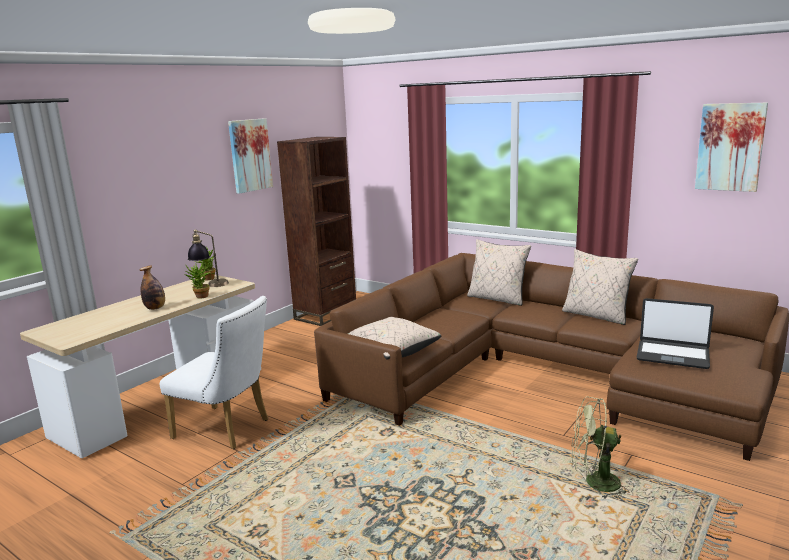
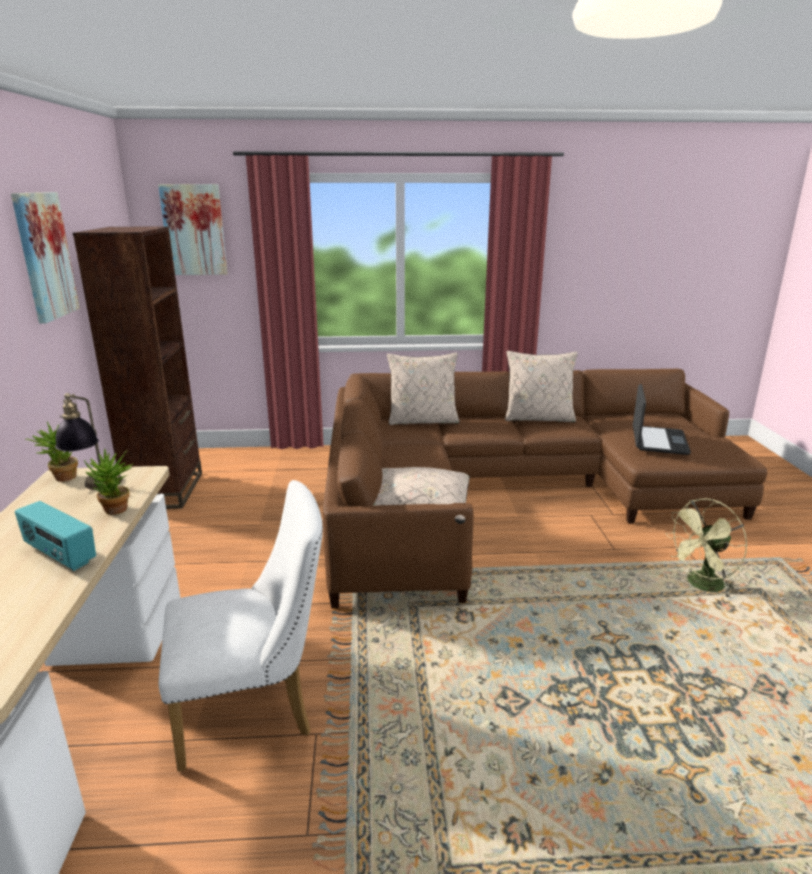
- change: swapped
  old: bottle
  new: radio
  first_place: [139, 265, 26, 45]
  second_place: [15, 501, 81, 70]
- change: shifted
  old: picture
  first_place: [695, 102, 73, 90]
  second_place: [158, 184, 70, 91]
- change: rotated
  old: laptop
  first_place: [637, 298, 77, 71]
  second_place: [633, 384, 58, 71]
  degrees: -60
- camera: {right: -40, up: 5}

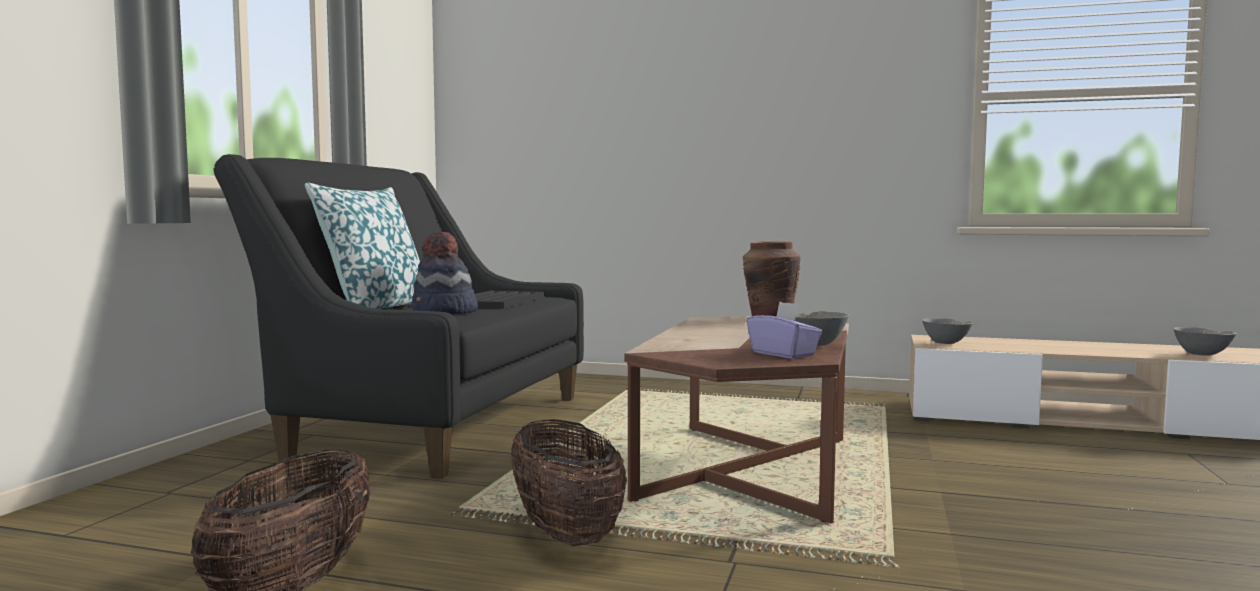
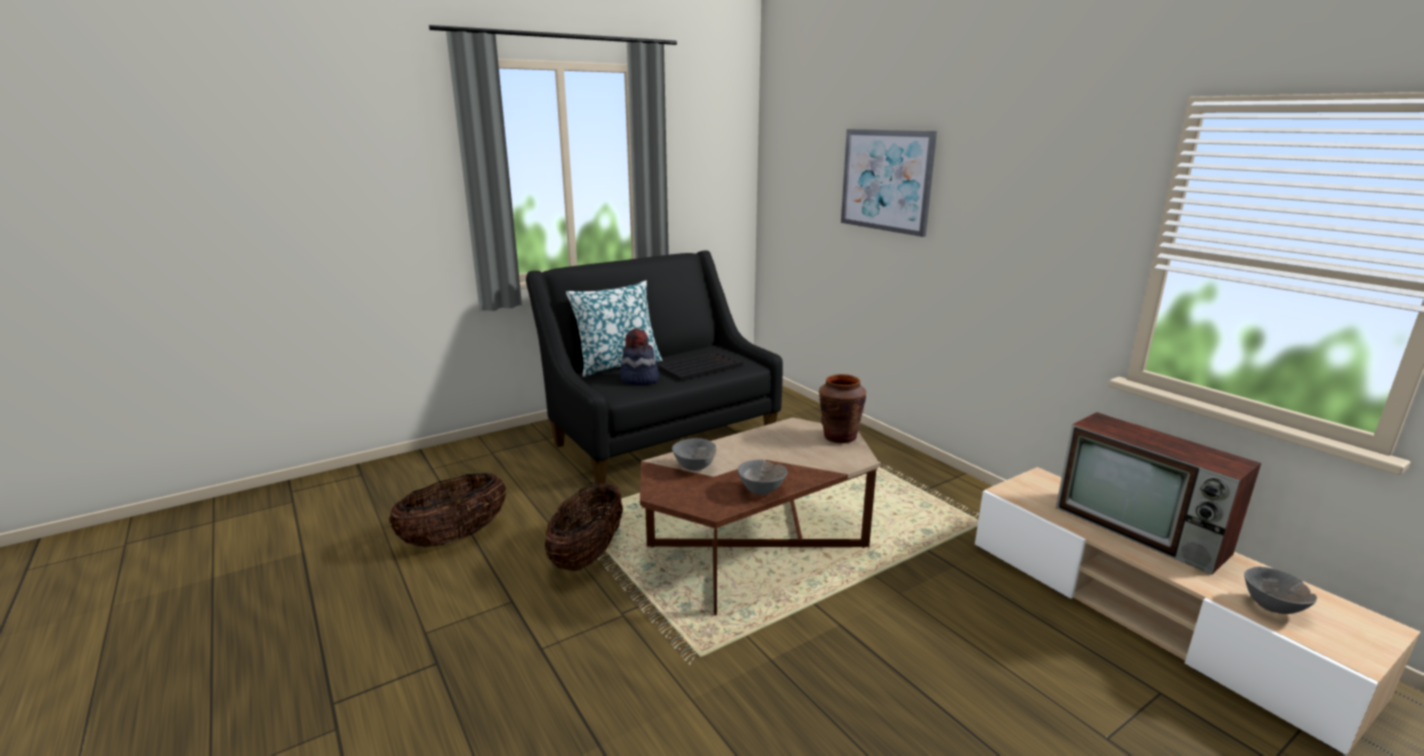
- change: shifted
  old: grey bowl
  first_place: [922, 318, 51, 26]
  second_place: [672, 438, 44, 33]
- change: new
  new: picture
  second_place: [841, 129, 96, 108]
- change: new
  new: television
  second_place: [1056, 412, 205, 163]
- change: gone
  old: purple tissue box
  first_place: [747, 302, 75, 57]
- camera: {right: 40, up: 15}

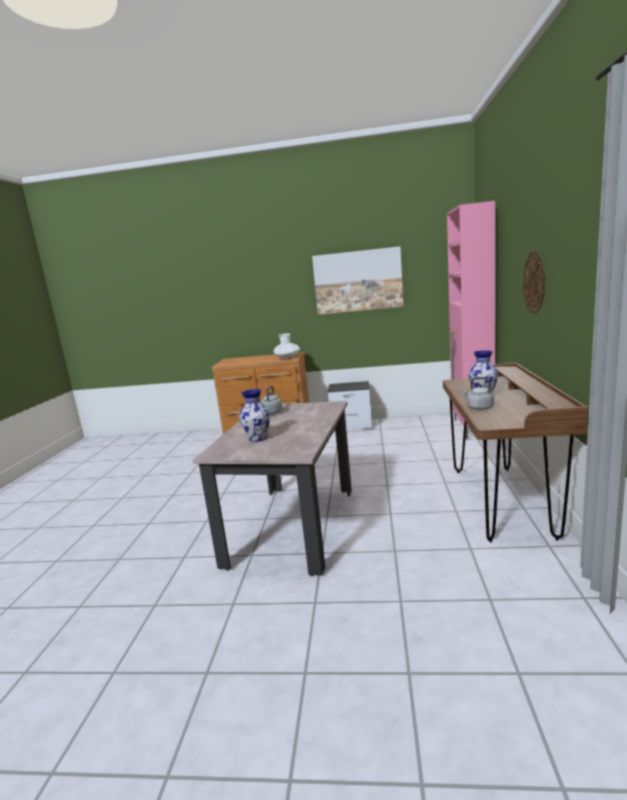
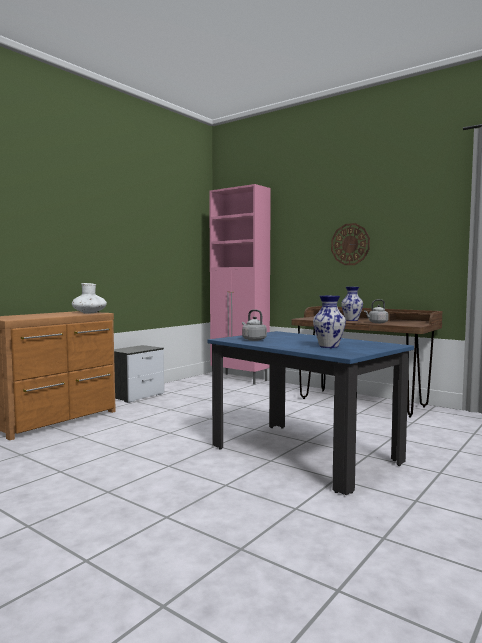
- change: repainted
  old: beige dining table
  new: blue dining table
  first_place: [193, 401, 159, 175]
  second_place: [207, 331, 207, 164]
- change: gone
  old: picture
  first_place: [312, 246, 92, 69]
- camera: {right: -60, up: -10}

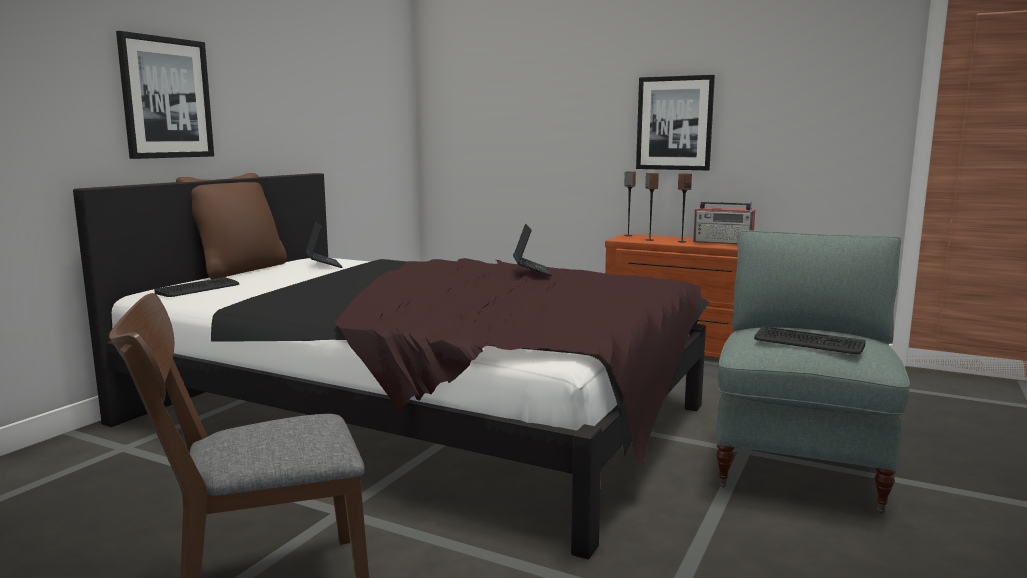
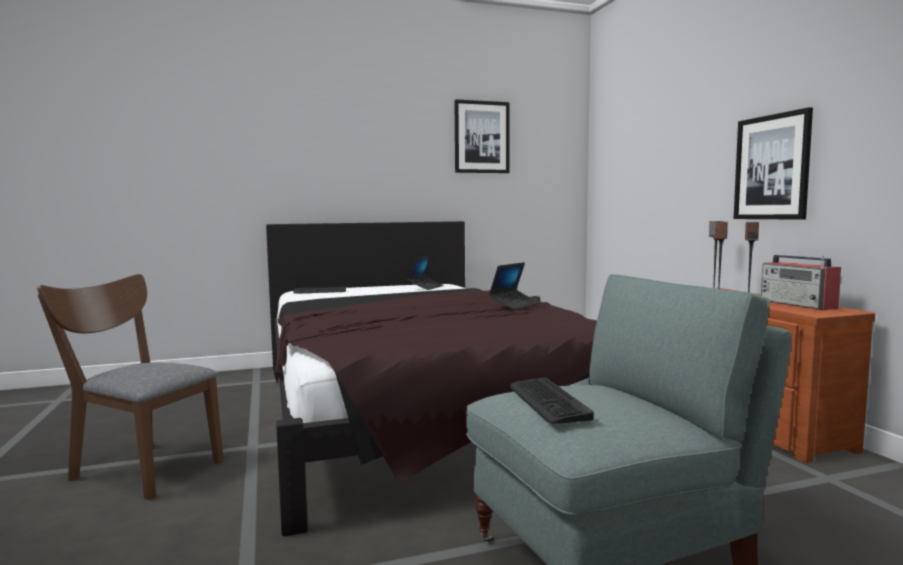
- change: shifted
  old: picture
  first_place: [116, 31, 98, 128]
  second_place: [454, 99, 56, 74]
- change: gone
  old: brown pillow
  first_place: [176, 173, 111, 106]
- camera: {right: 45, up: -5}

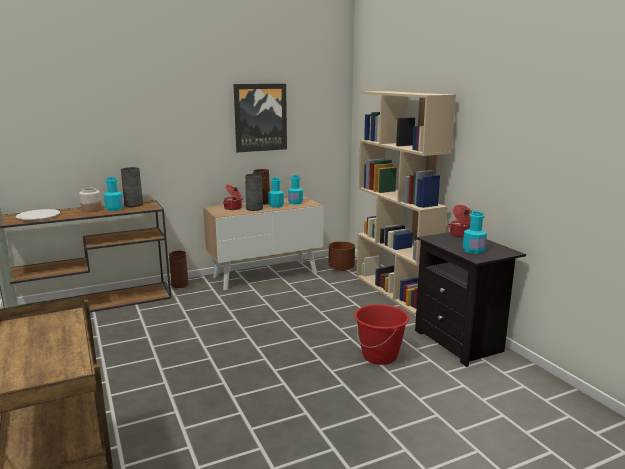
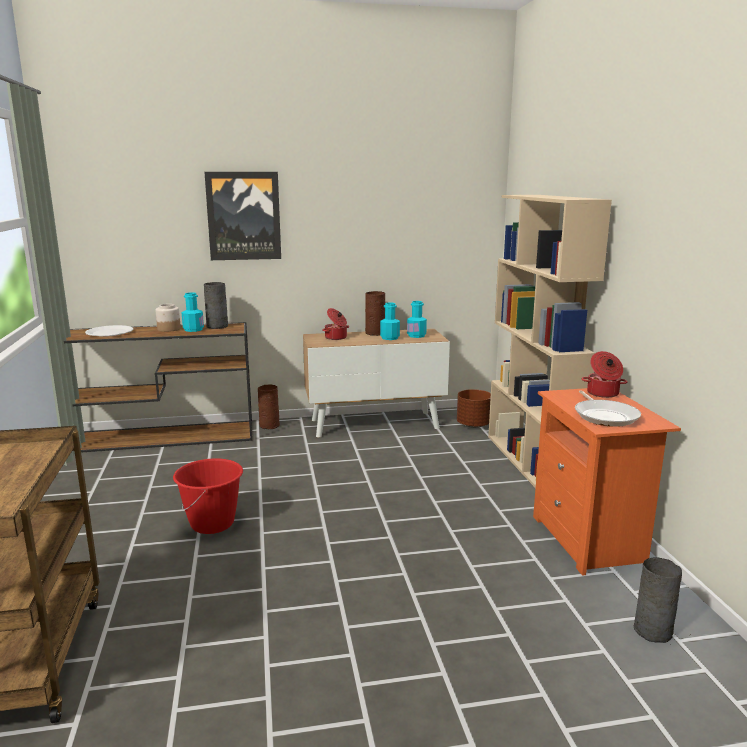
- change: shifted
  old: red bucket
  first_place: [354, 304, 55, 61]
  second_place: [173, 458, 70, 76]
- change: shifted
  old: picture
  first_place: [234, 84, 53, 68]
  second_place: [204, 172, 77, 88]
- change: repainted
  old: black nightstand
  new: orange nightstand
  first_place: [415, 232, 111, 135]
  second_place: [533, 388, 148, 188]
- change: swapped
  old: turquoise bottle
  new: frying pan
  first_place: [463, 211, 24, 43]
  second_place: [575, 390, 66, 37]
- change: shifted
  old: grey vase
  first_place: [245, 174, 18, 37]
  second_place: [634, 557, 48, 86]
- camera: {right: 15, up: 0}

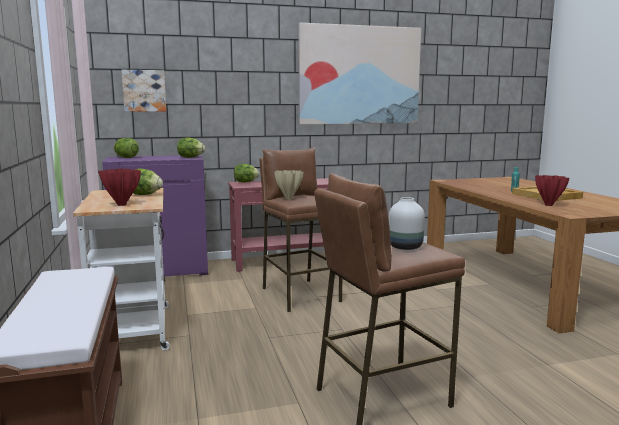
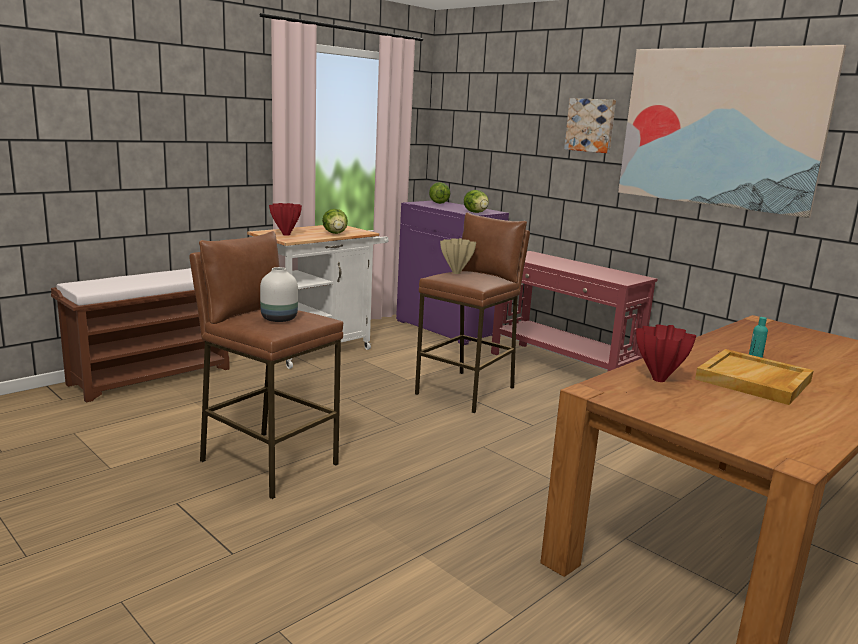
- change: shifted
  old: picture
  first_place: [121, 70, 45, 42]
  second_place: [564, 98, 52, 55]
- change: gone
  old: lettuce
  first_place: [234, 164, 26, 18]
- camera: {right: 60, up: 5}

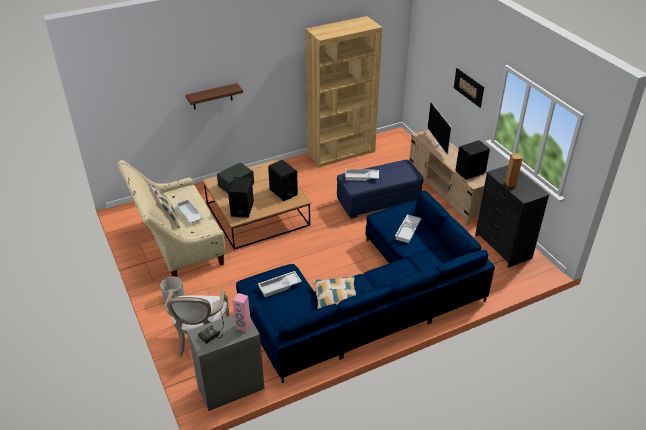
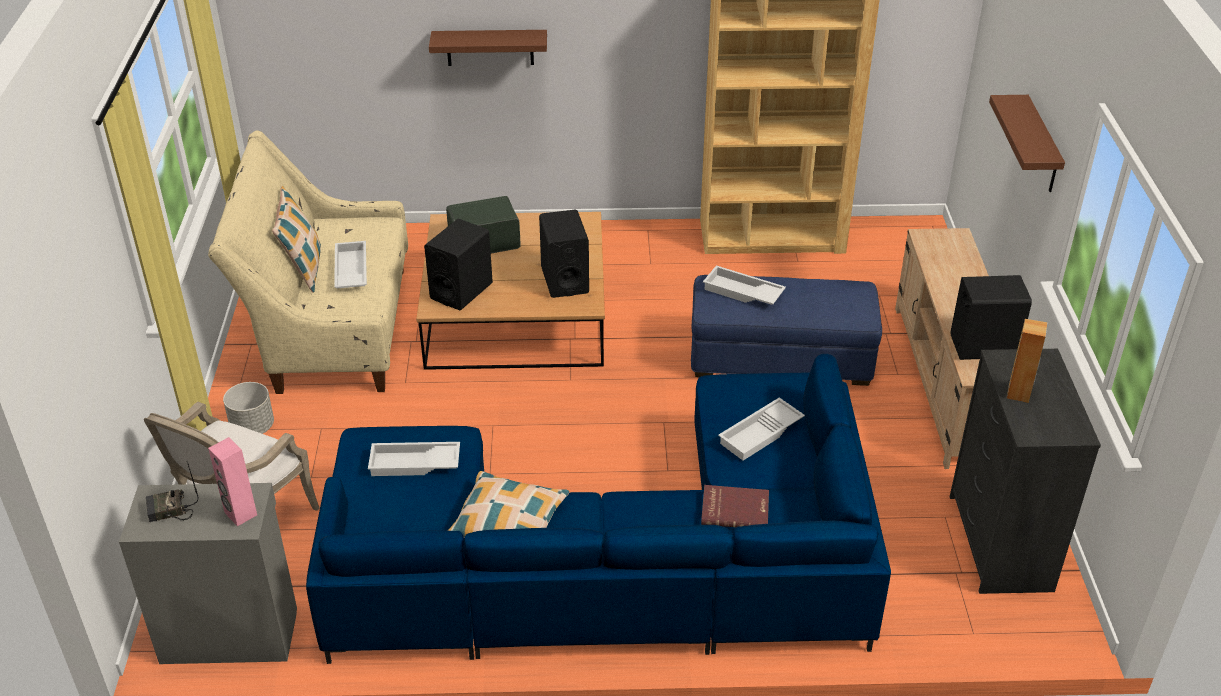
- change: new
  new: red book
  second_place: [701, 485, 68, 42]
- change: swapped
  old: picture
  new: brown shelf
  first_place: [454, 68, 30, 40]
  second_place: [989, 95, 76, 97]
- change: gone
  old: television
  first_place: [427, 101, 25, 54]
- camera: {right: 25, up: 0}

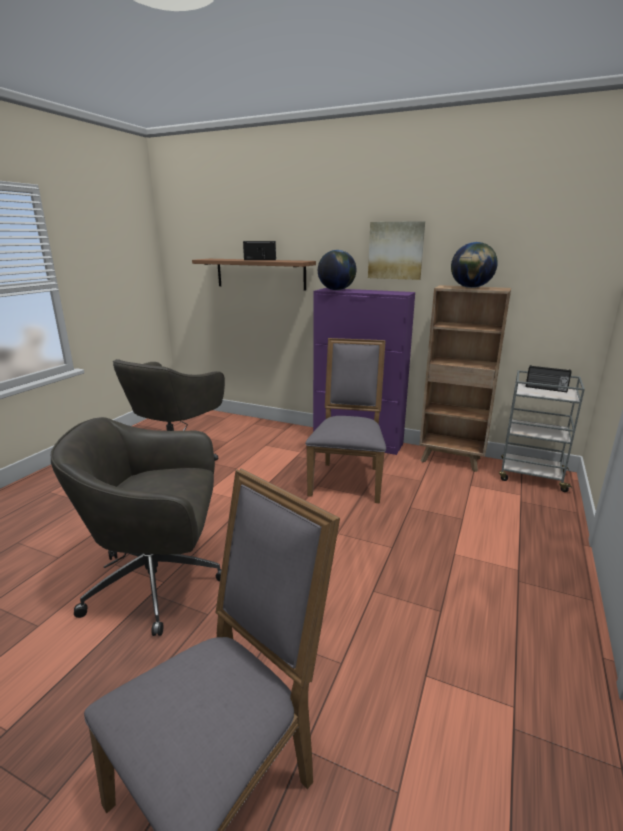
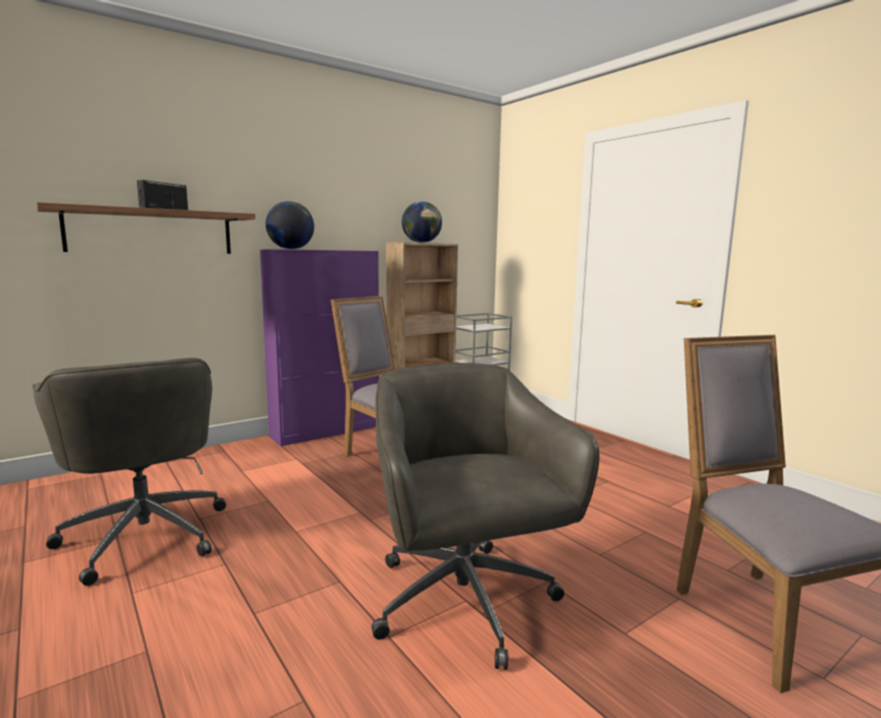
- change: rotated
  old: grey office chair
  first_place: [51, 417, 171, 219]
  second_place: [372, 363, 227, 307]
  degrees: 135
- change: gone
  old: picture
  first_place: [368, 221, 57, 59]
- change: gone
  old: radio
  first_place: [525, 365, 47, 27]
- camera: {right: -60, up: -10}

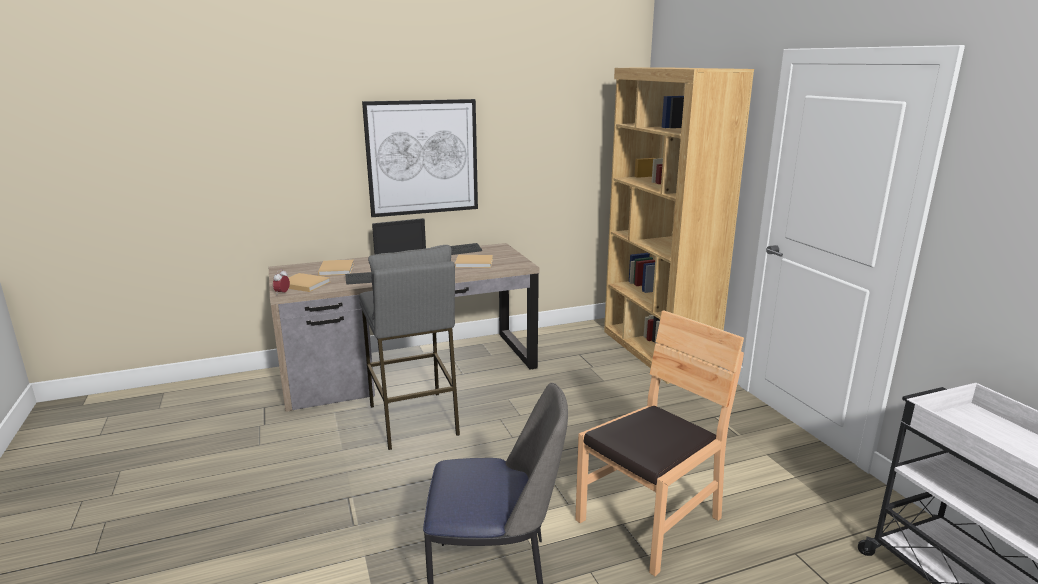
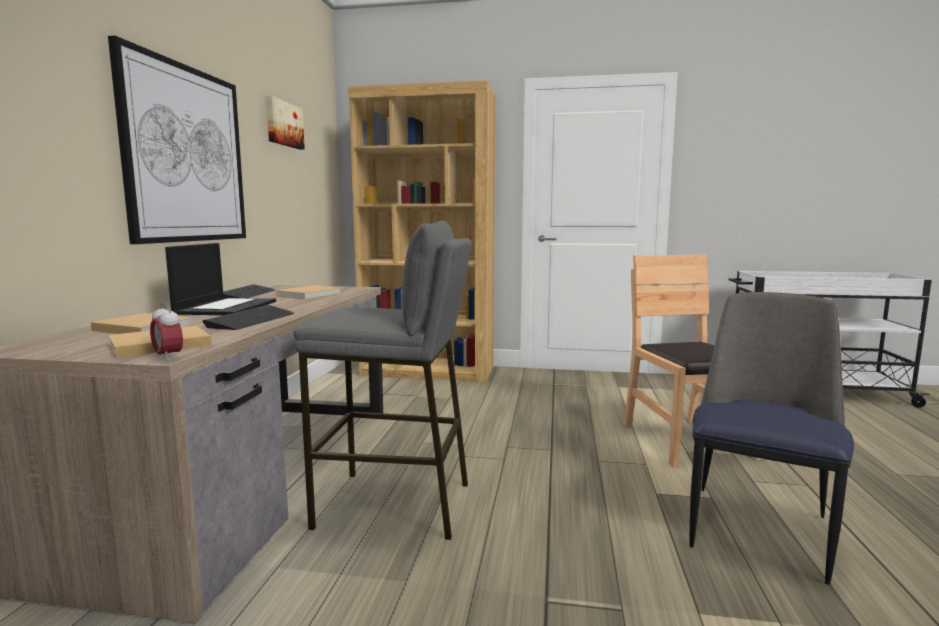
- change: new
  new: picture
  second_place: [266, 96, 39, 54]
- camera: {right: -60, up: -10}

